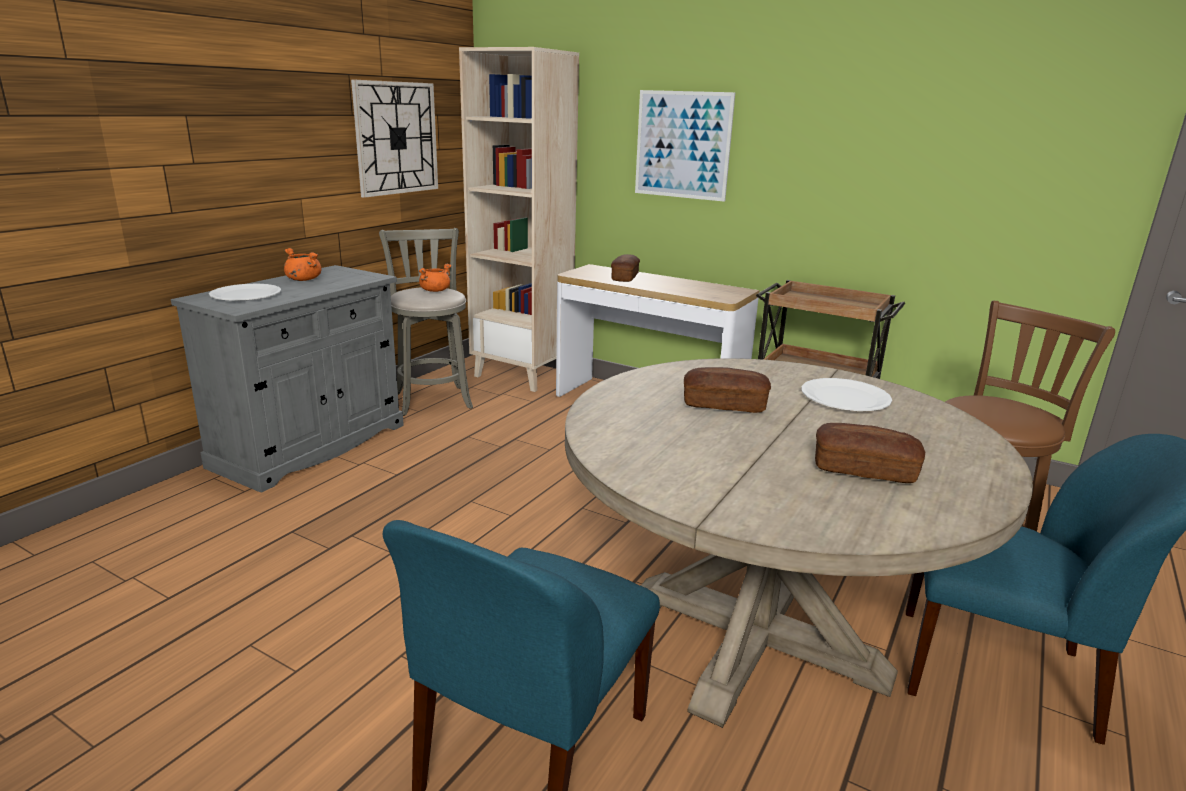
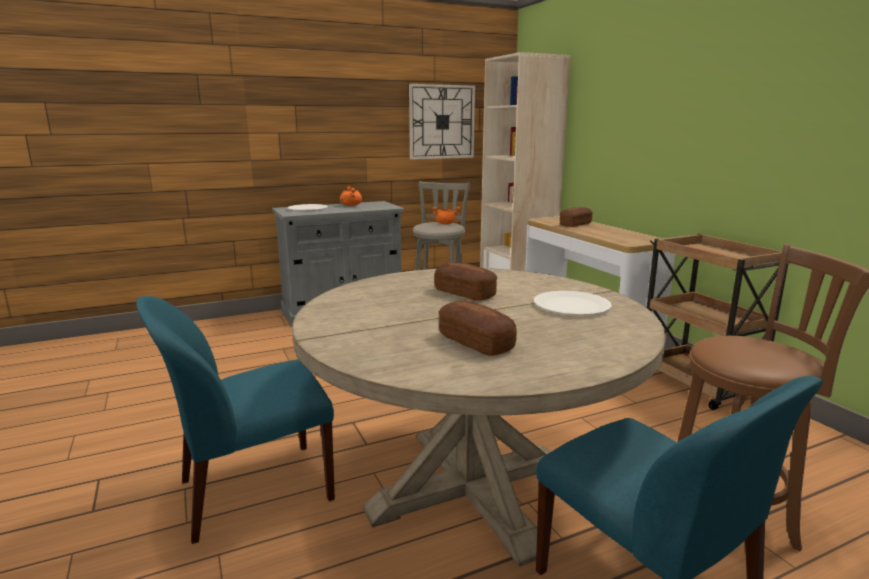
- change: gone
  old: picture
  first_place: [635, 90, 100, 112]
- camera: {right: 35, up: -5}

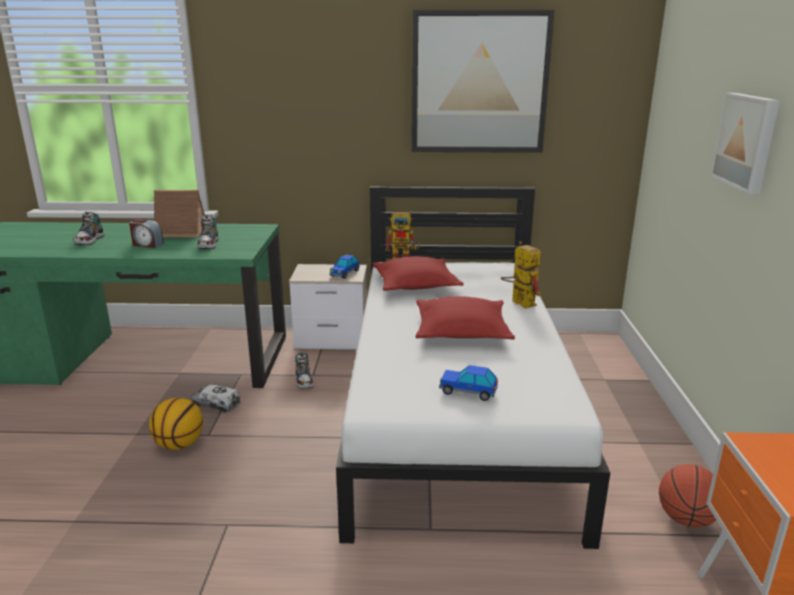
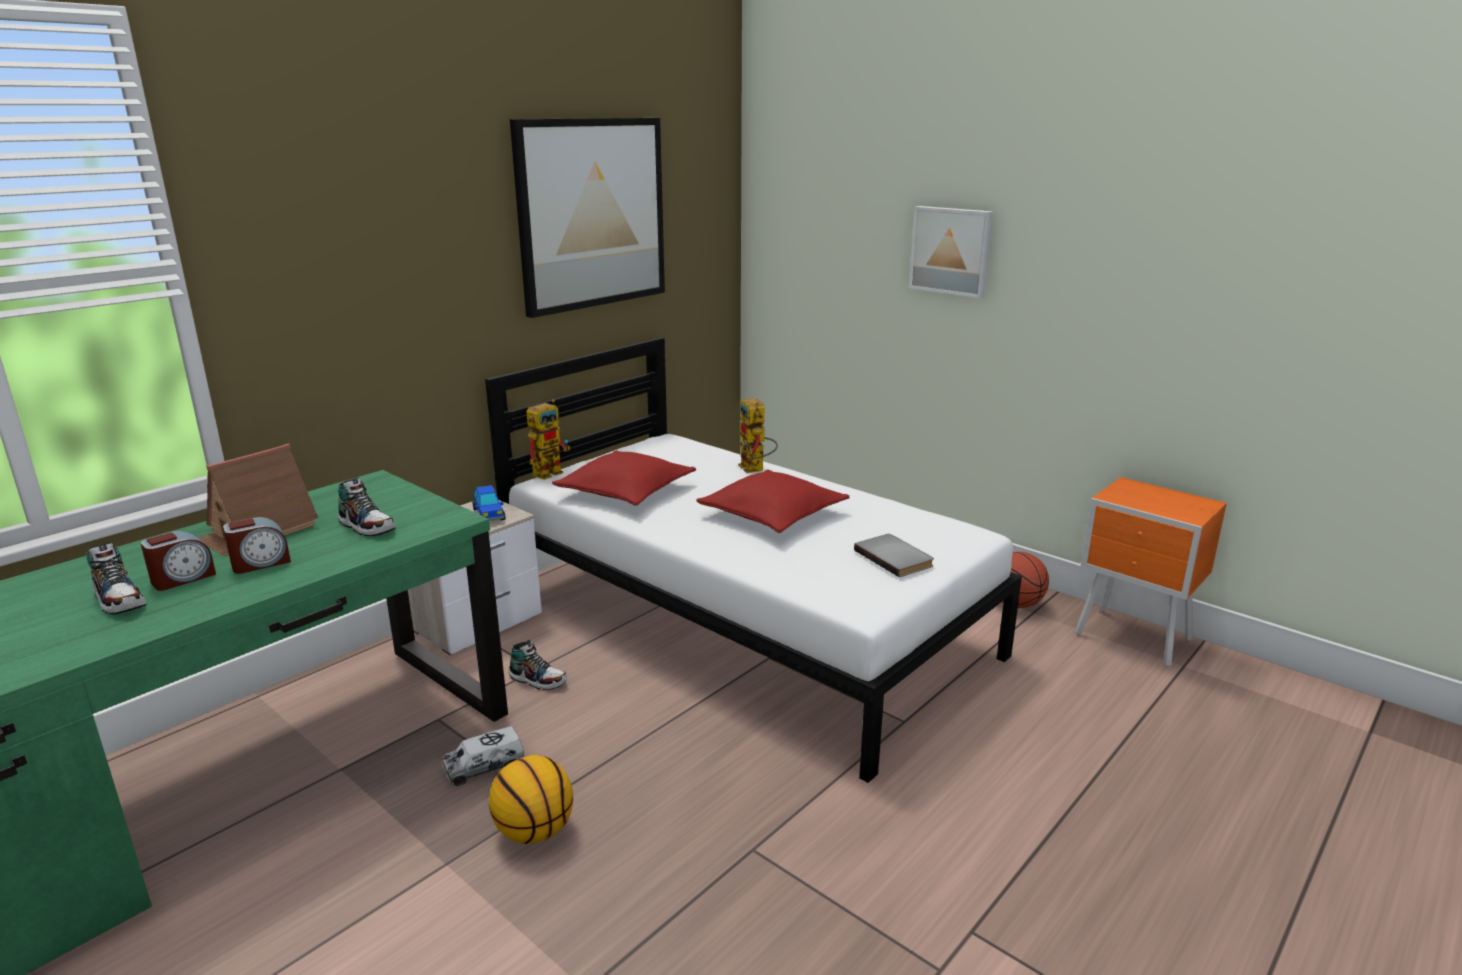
- change: new
  new: alarm clock
  second_place: [140, 531, 76, 60]
- change: rotated
  old: toy robot
  first_place: [501, 241, 40, 68]
  second_place: [738, 398, 40, 75]
  degrees: -120
- change: swapped
  old: toy car
  new: grey book
  first_place: [439, 365, 59, 36]
  second_place: [854, 534, 80, 43]
- camera: {right: -50, up: 0}

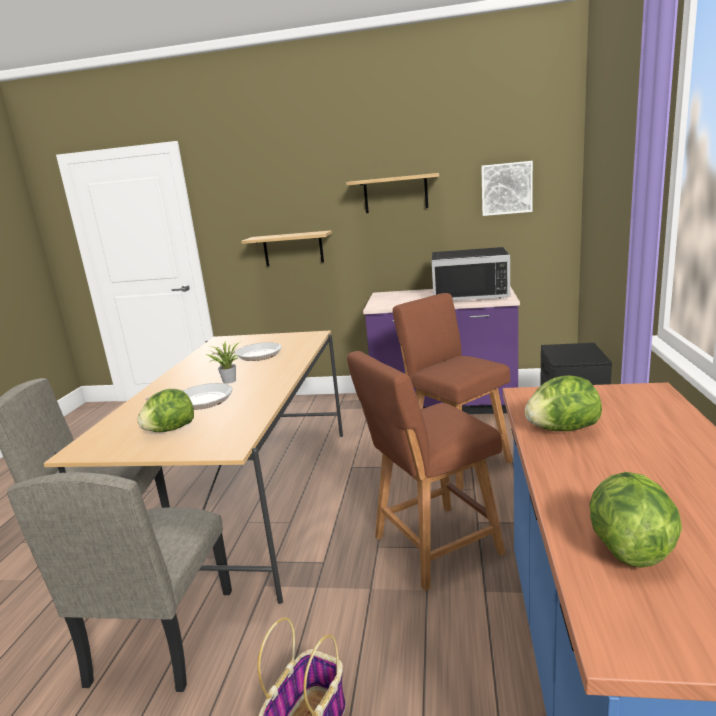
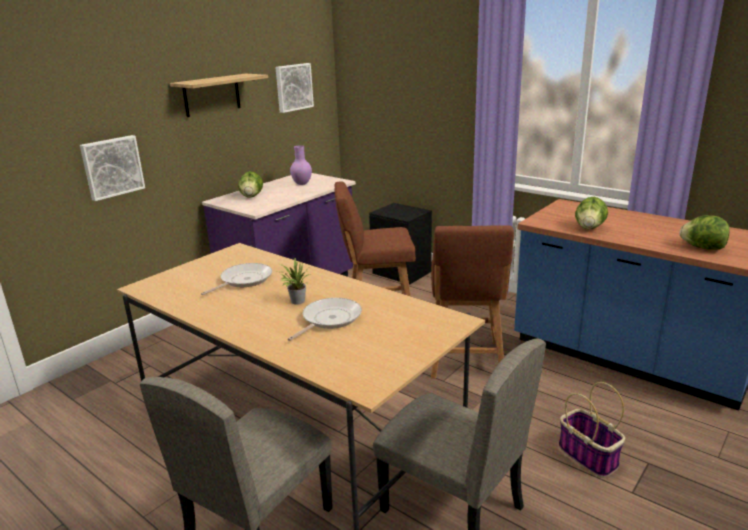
- change: swapped
  old: shelf
  new: picture
  first_place: [241, 230, 91, 36]
  second_place: [80, 135, 65, 66]
- change: shifted
  old: lettuce
  first_place: [137, 389, 57, 43]
  second_place: [238, 171, 25, 27]
- change: swapped
  old: black microwave
  new: purple vase
  first_place: [432, 247, 78, 53]
  second_place: [290, 145, 22, 40]
- camera: {right: -60, up: 5}

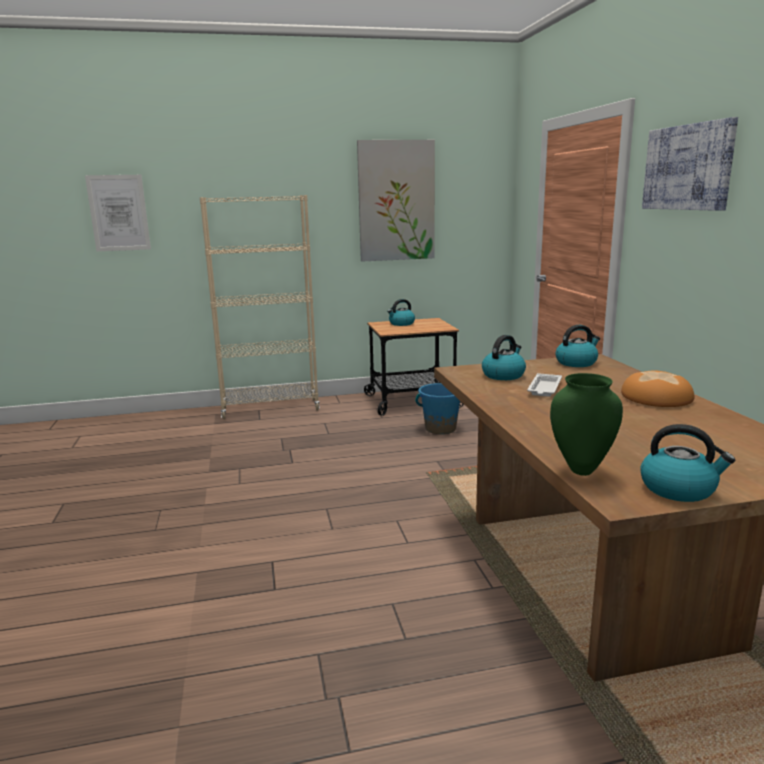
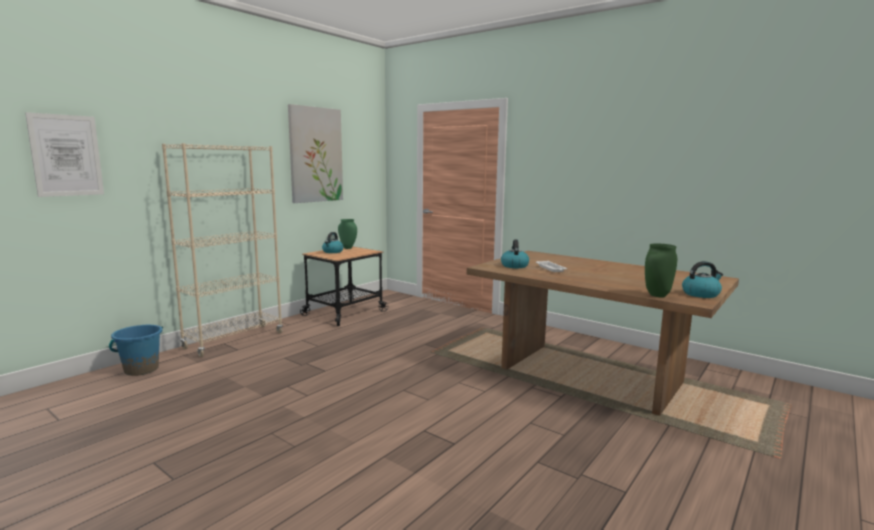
- change: shifted
  old: blue bucket
  first_place: [415, 383, 45, 51]
  second_place: [109, 325, 54, 51]
- change: new
  new: green vase
  second_place: [338, 219, 19, 30]
- change: gone
  old: kettle
  first_place: [556, 325, 44, 42]
- change: gone
  old: bread
  first_place: [621, 371, 73, 36]
- change: gone
  old: picture
  first_place: [642, 117, 96, 94]
- camera: {right: -40, up: -5}

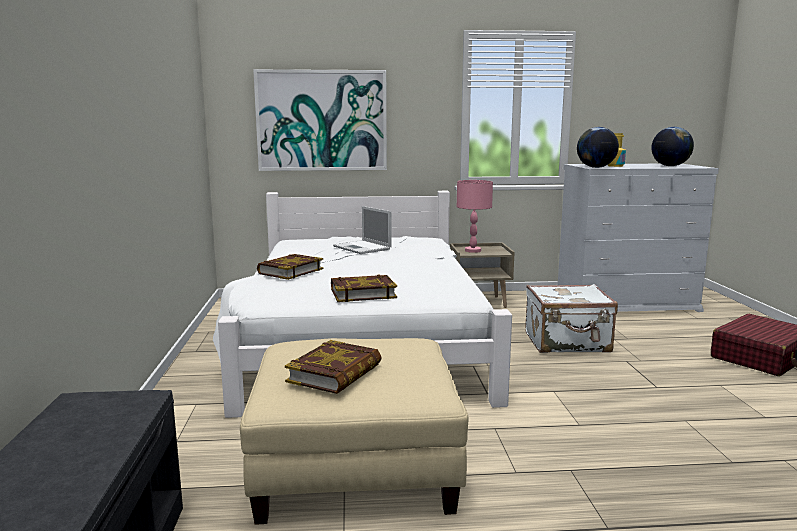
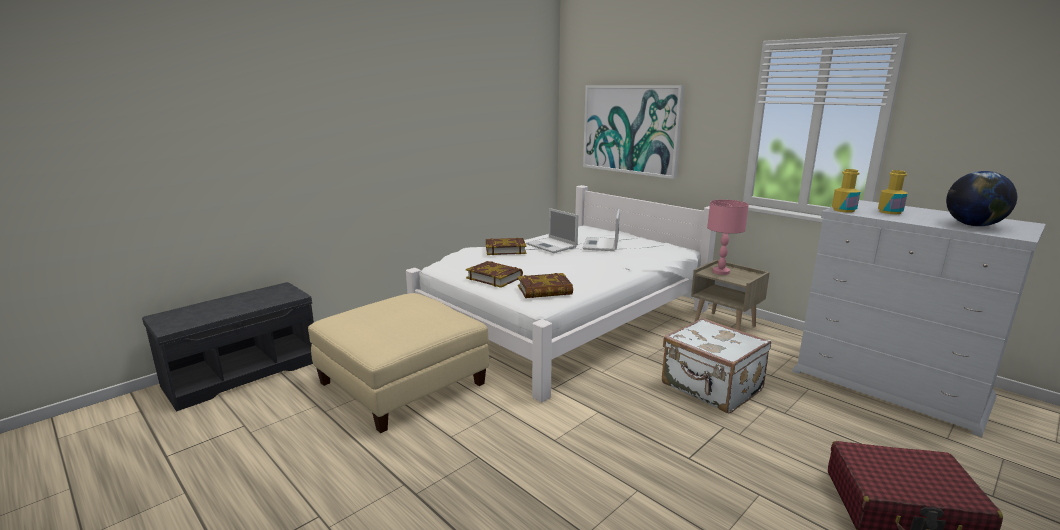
- change: shifted
  old: book
  first_place: [285, 340, 97, 54]
  second_place: [518, 273, 55, 25]
- change: new
  new: laptop
  second_place: [526, 208, 52, 45]
- change: swapped
  old: globe
  new: yellow bottle
  first_place: [577, 127, 42, 41]
  second_place: [832, 169, 28, 43]
- camera: {right: 50, up: 5}

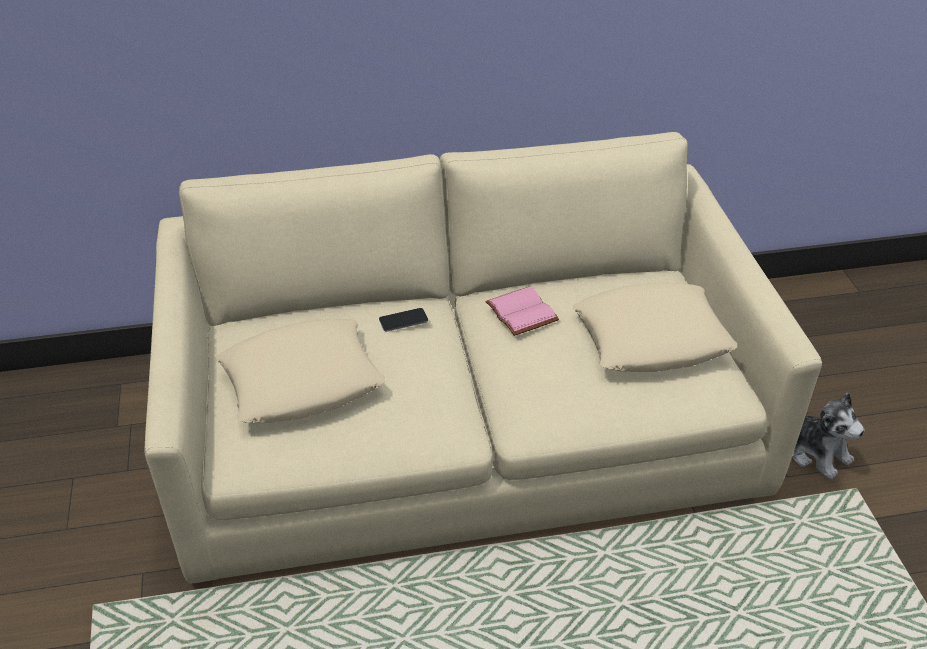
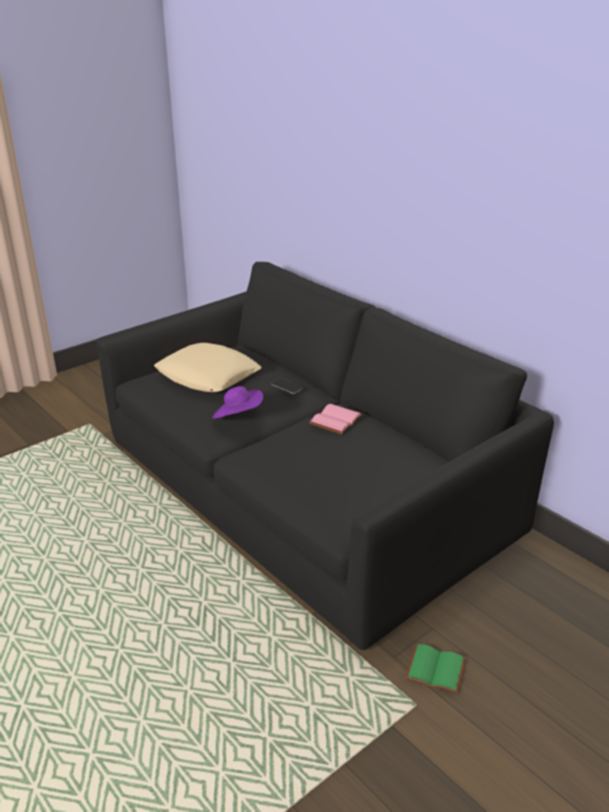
- change: repainted
  old: beige sofa
  new: black sofa
  first_place: [145, 132, 677, 451]
  second_place: [96, 262, 458, 388]
- change: new
  new: purple hat
  second_place: [212, 386, 51, 33]
- change: swapped
  old: plush toy
  new: green book
  first_place: [792, 393, 73, 86]
  second_place: [405, 644, 61, 50]
- change: gone
  old: beige pillow
  first_place: [573, 283, 164, 89]
- camera: {right: 60, up: -10}

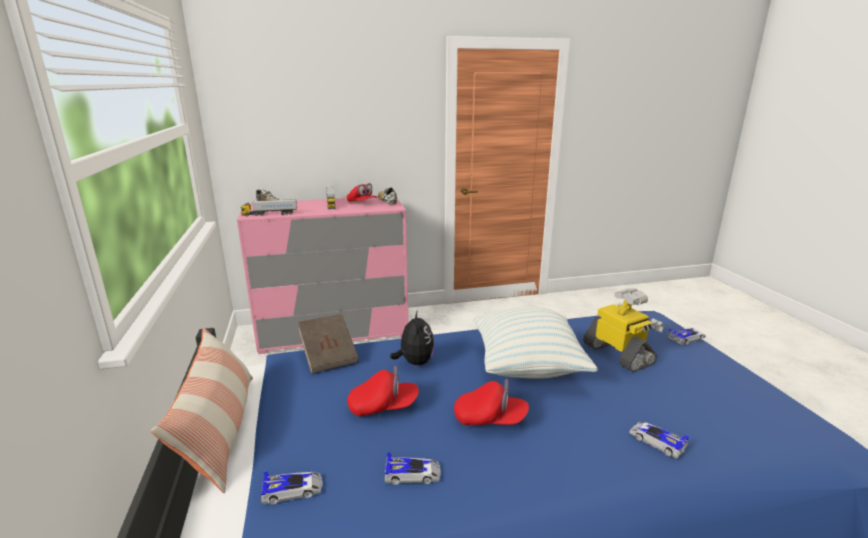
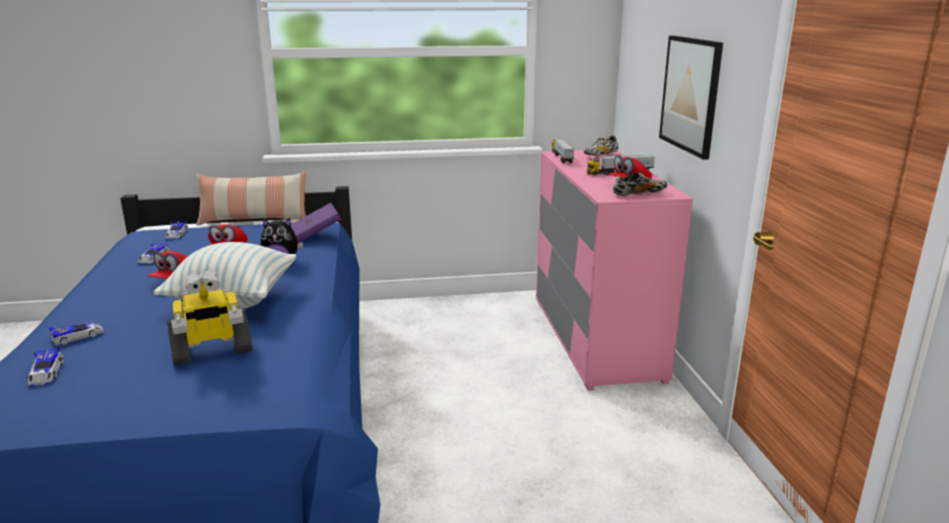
- change: shifted
  old: toy car
  first_place: [668, 328, 38, 17]
  second_place: [27, 349, 37, 37]
- change: repainted
  old: brown book
  new: purple book
  first_place: [298, 314, 61, 60]
  second_place: [291, 203, 50, 40]
- change: new
  new: picture
  second_place: [659, 36, 64, 124]
- camera: {right: 95, up: 0}

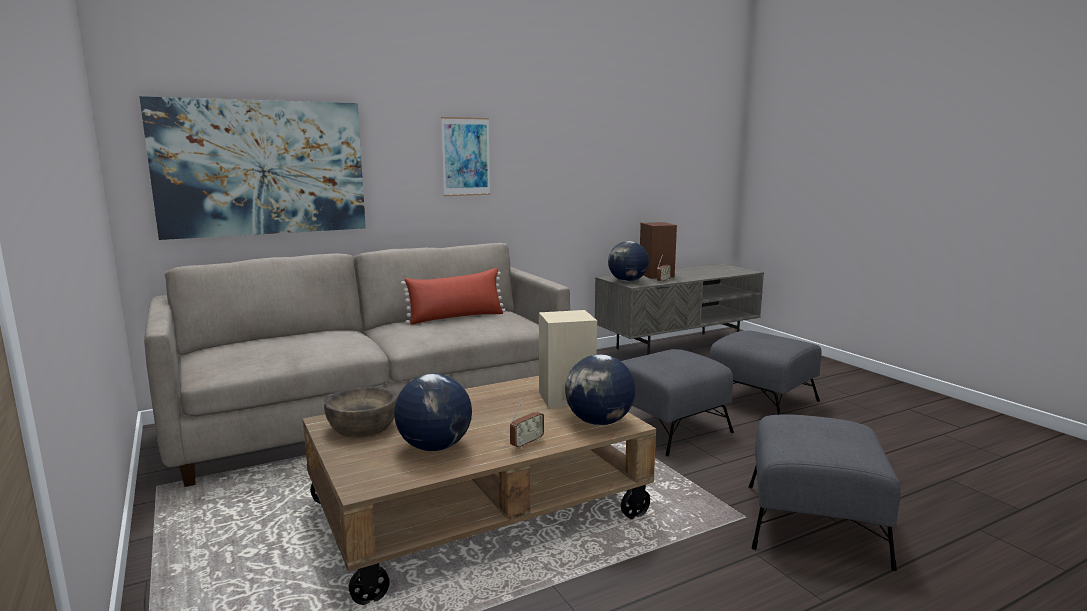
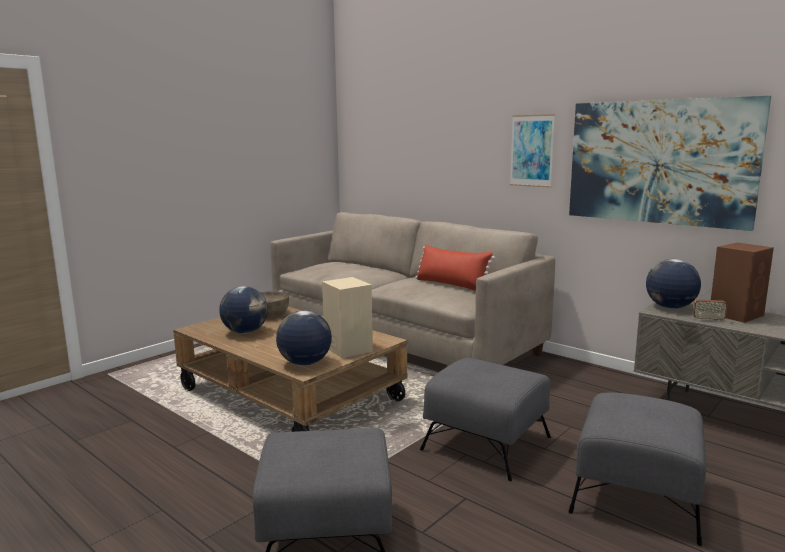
- change: shifted
  old: picture
  first_place: [139, 96, 227, 144]
  second_place: [569, 96, 202, 135]
- change: gone
  old: radio
  first_place: [510, 396, 34, 53]
- camera: {right: 70, up: 0}

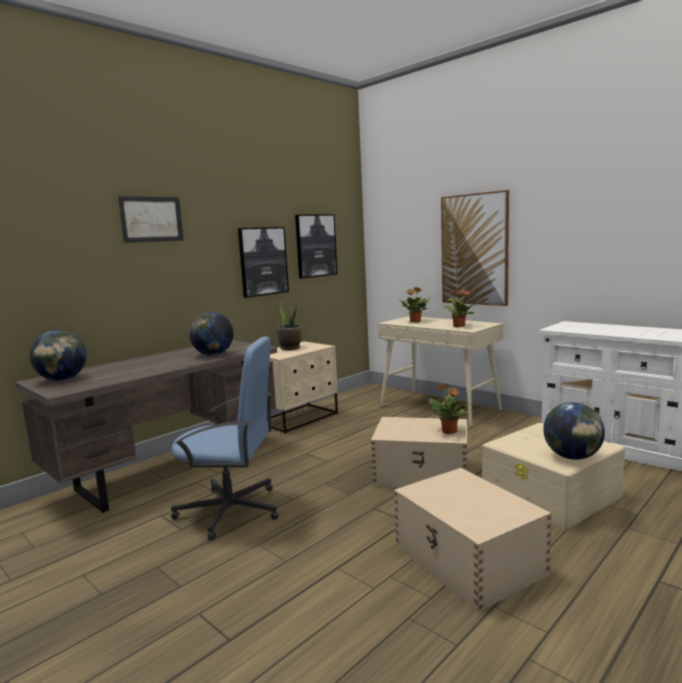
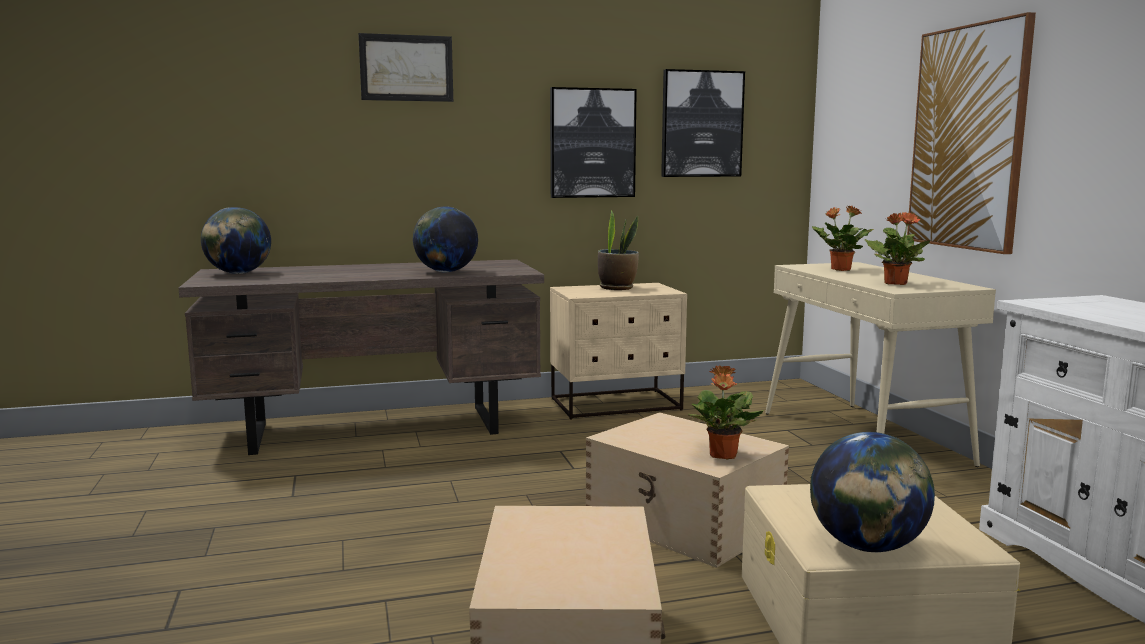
- change: gone
  old: blue office chair
  first_place: [171, 336, 107, 204]
- camera: {right: 30, up: 0}

